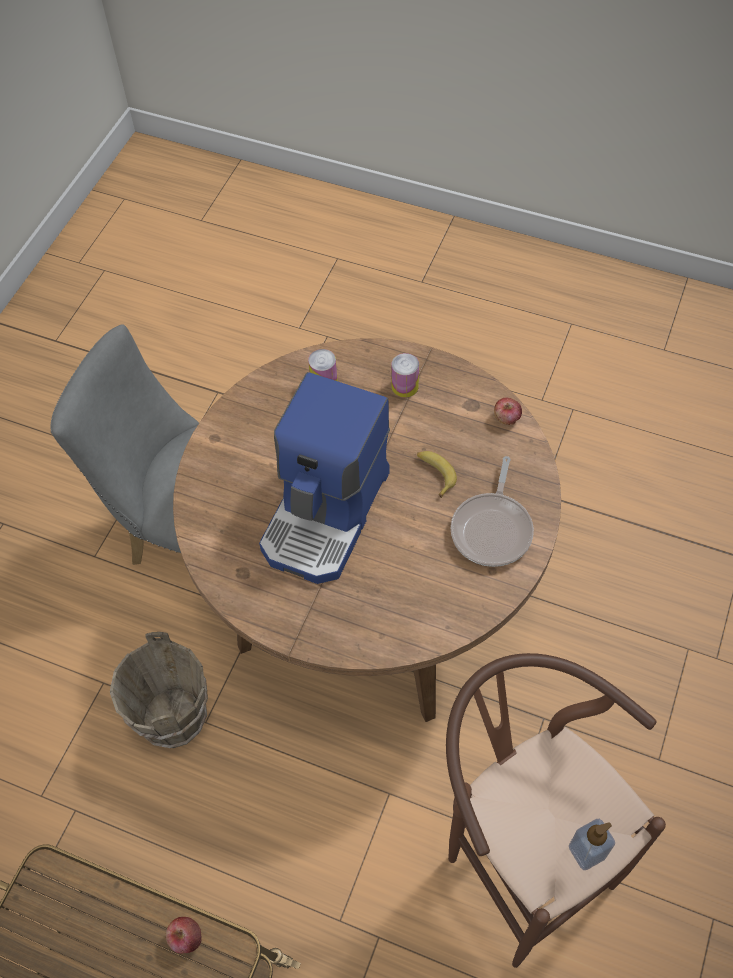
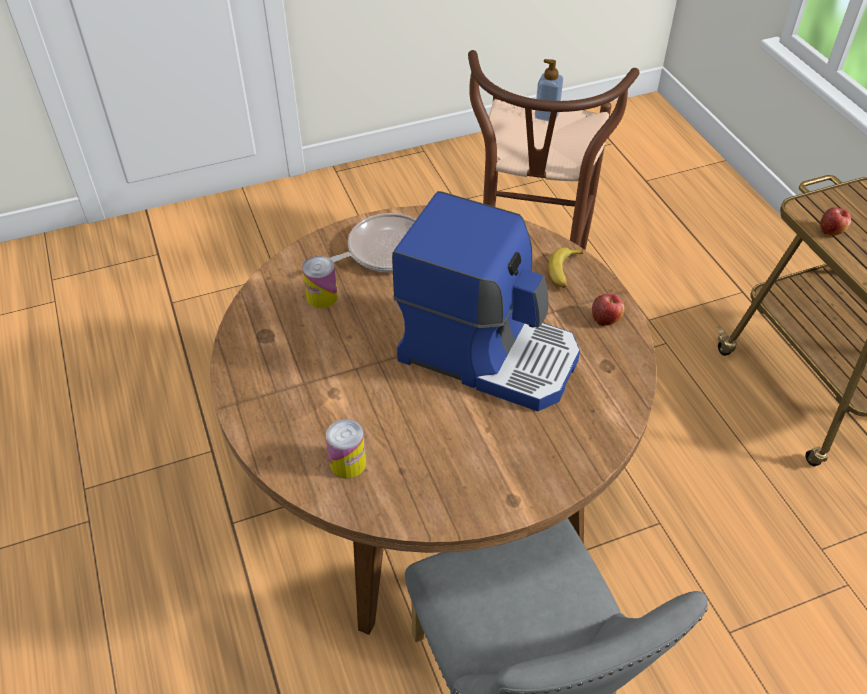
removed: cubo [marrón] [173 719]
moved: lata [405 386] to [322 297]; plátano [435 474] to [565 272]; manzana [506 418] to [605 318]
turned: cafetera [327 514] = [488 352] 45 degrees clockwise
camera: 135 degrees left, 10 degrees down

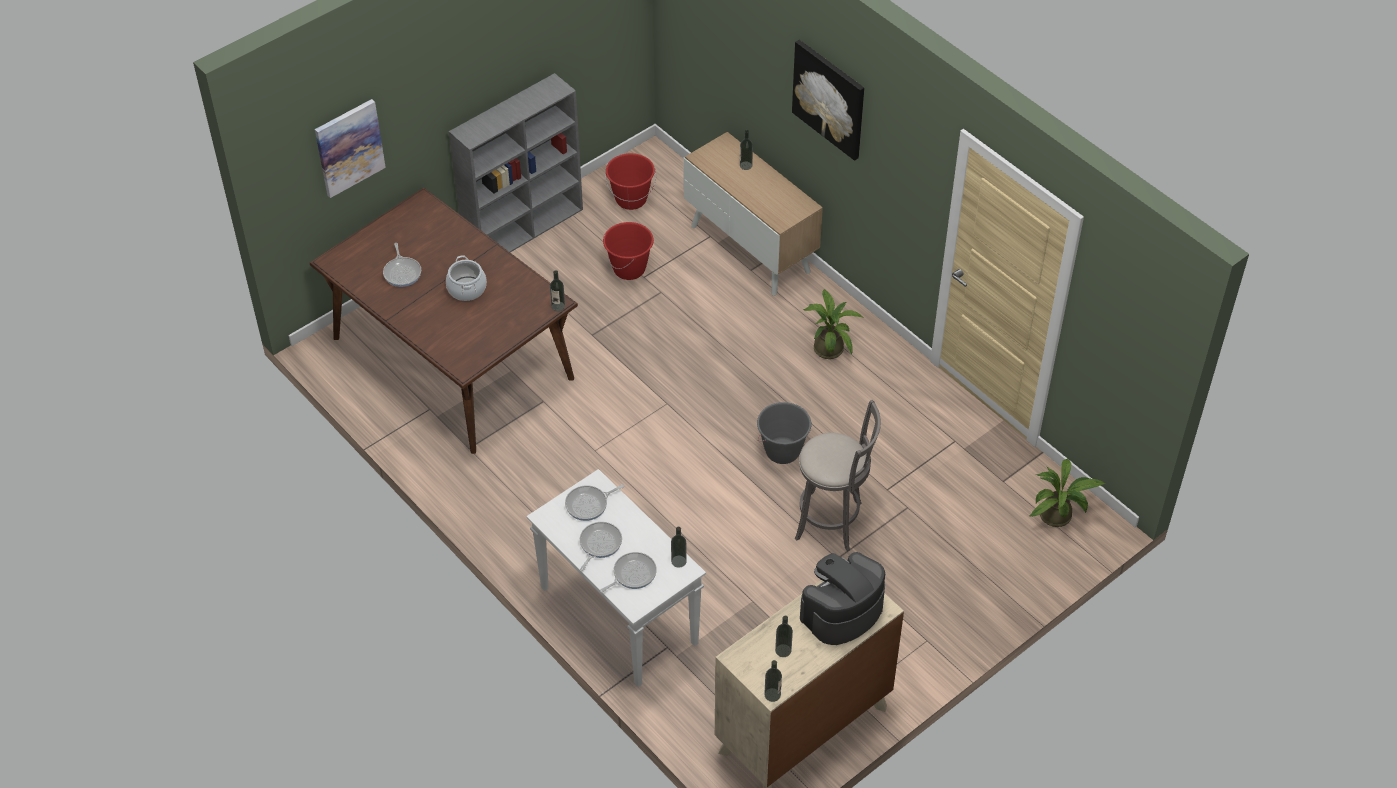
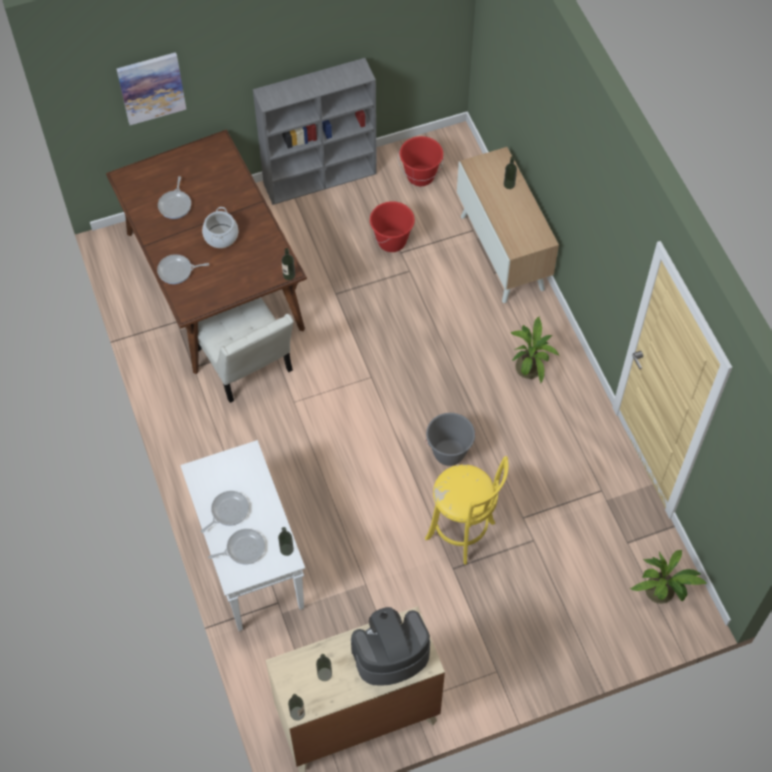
removed: cuadro [829 98]
added: silla [blanco] [246 364]
moved: sartén [589 504] to [177 271]
recoloured: taburete [gris] [832 522] to taburete [amarillo] [463 533]
camera: 20 degrees right, 10 degrees up

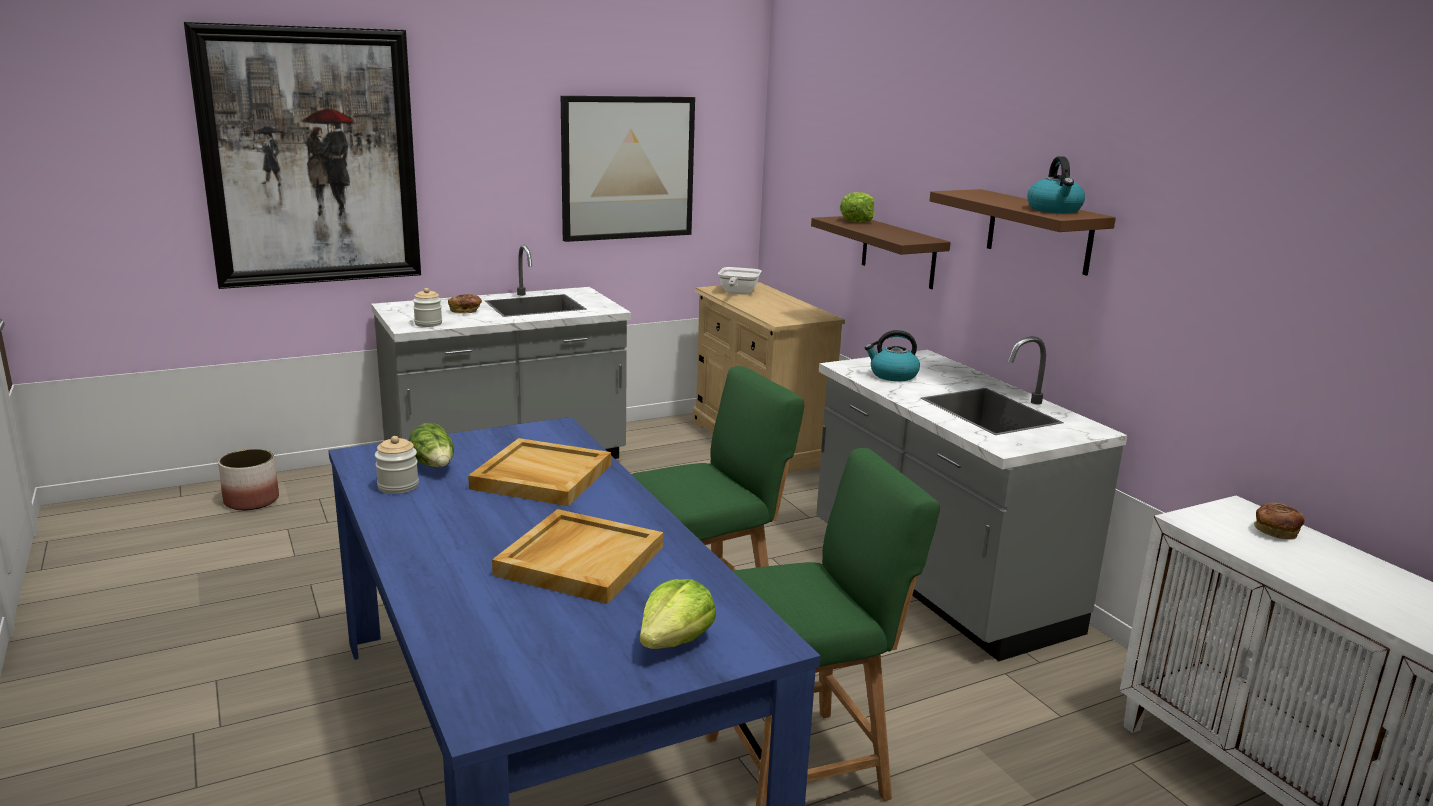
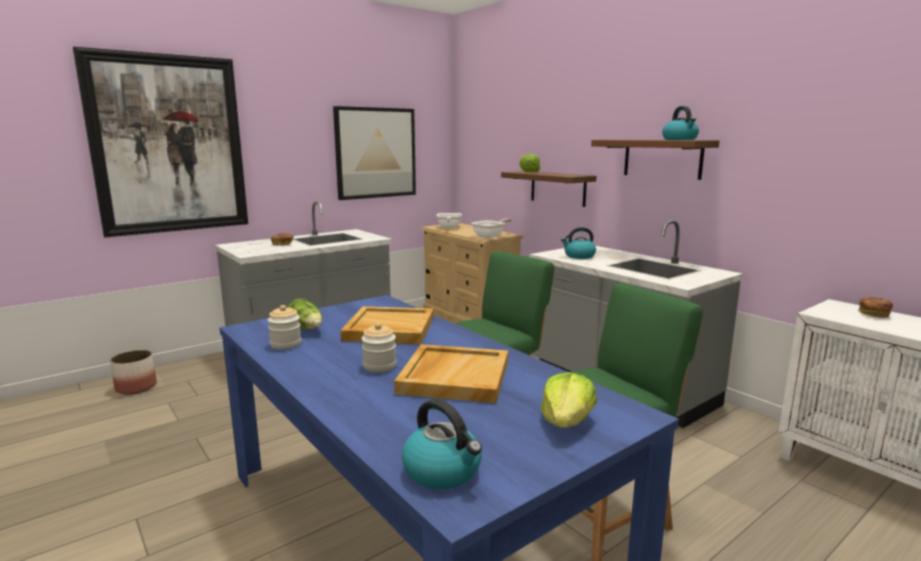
added: hervidor [443 471]; sartén [490 236]
moved: tarro [428 323] to [379 366]
camera: 10 degrees left, 5 degrees down

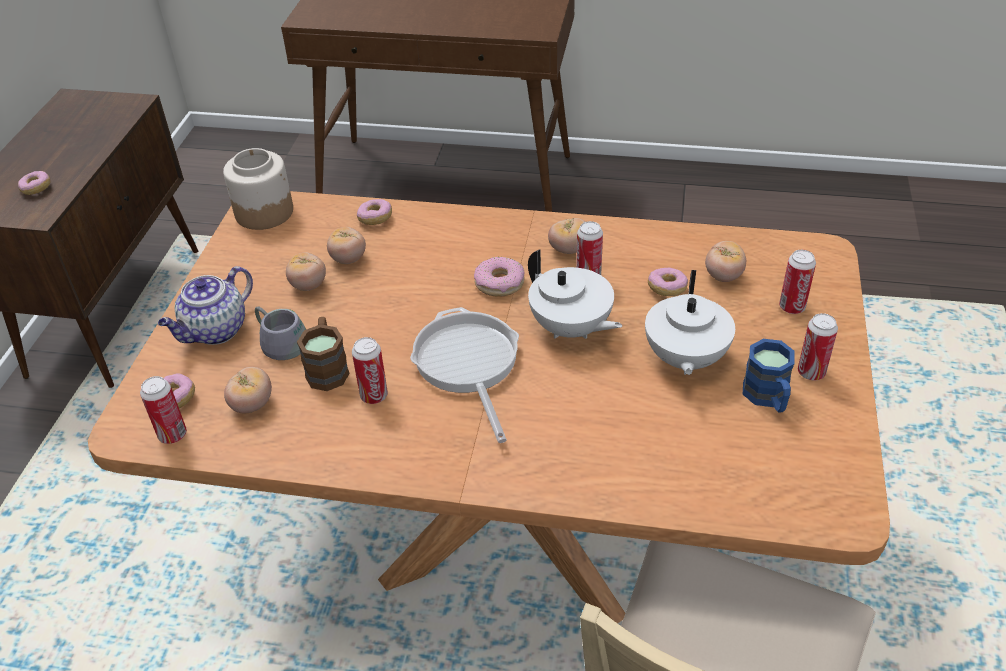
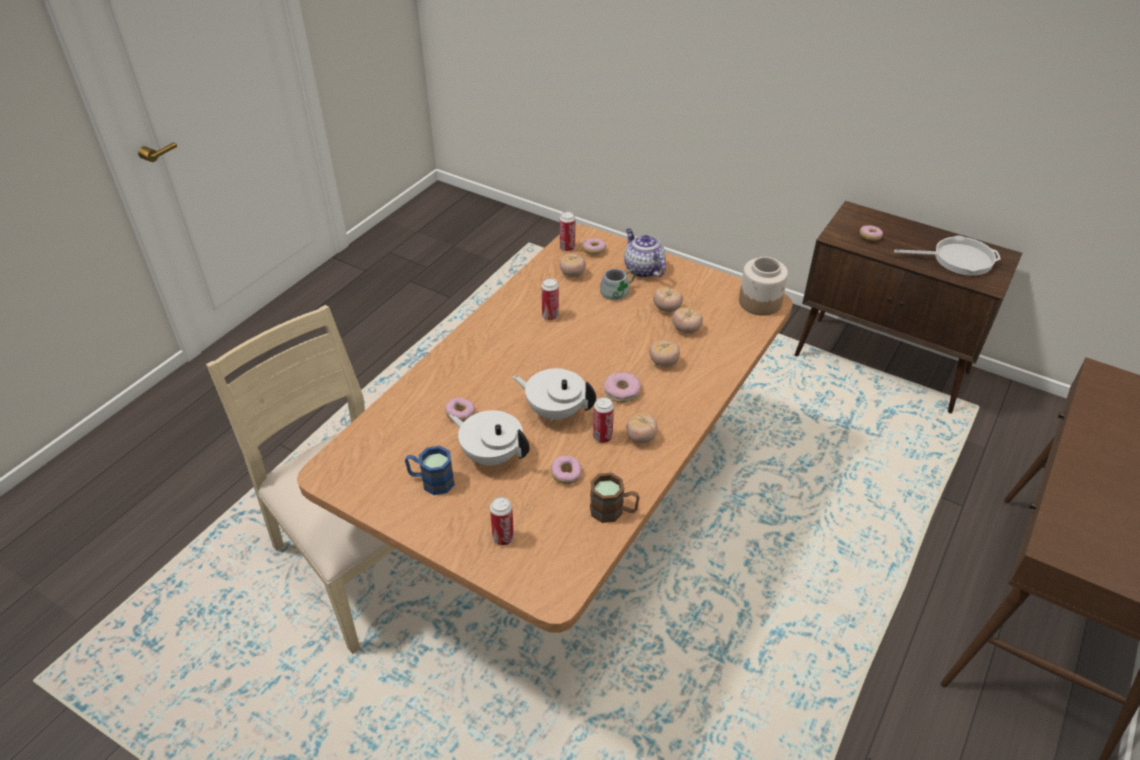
removed: lata [811 372]
moved: rosquilla [375 218] to [460 414]; taza grande [marrón] [327 368] to [613 511]; tomate [723 276] to [663 362]; sartén [468 364] to [957 259]
turned: tetera [blanco] [571 329] = [555 411] 45 degrees clockwise
camera: 110 degrees right, 0 degrees up

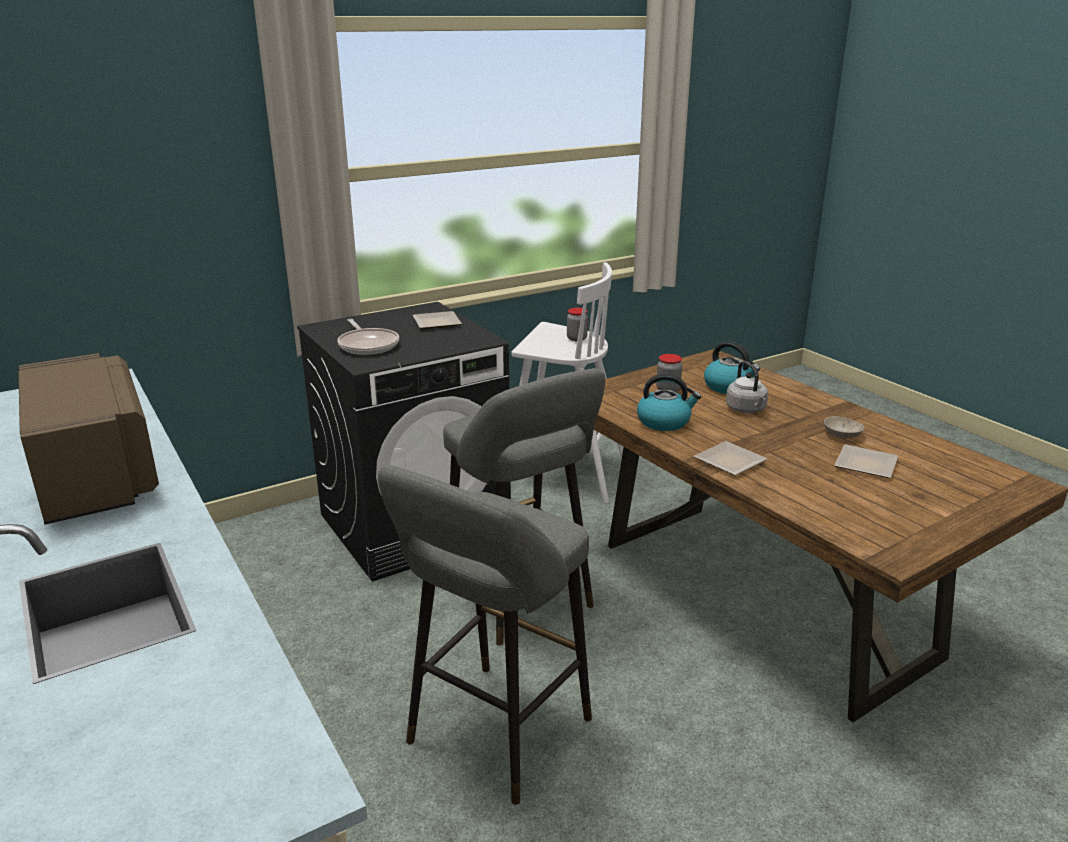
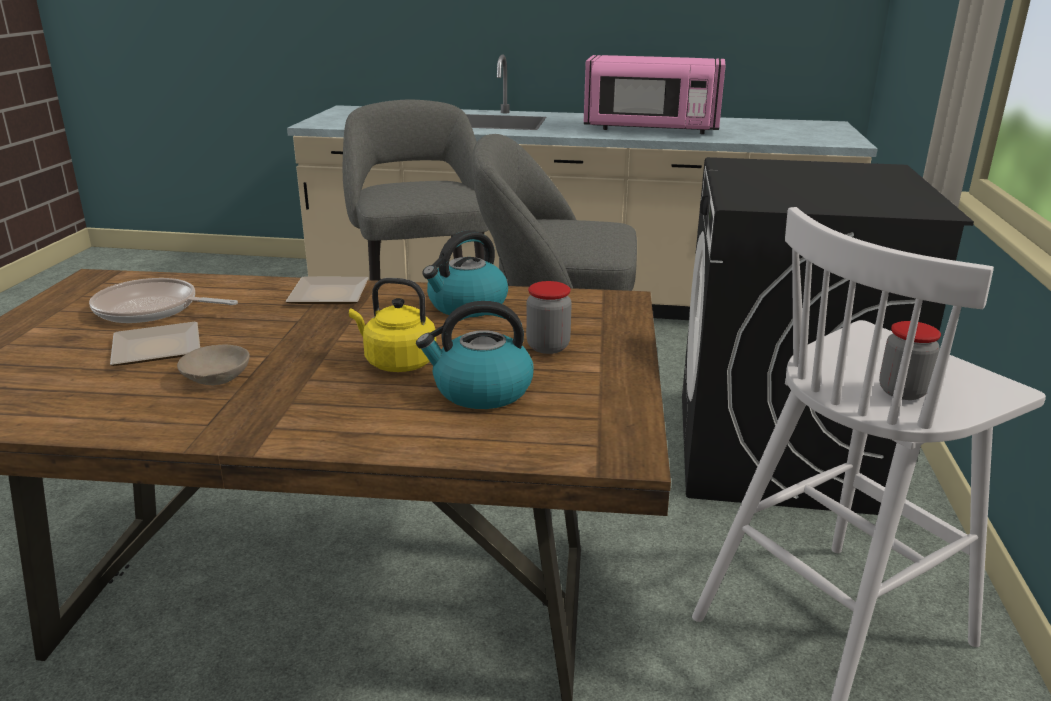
removed: plato [435 323]
moved: sartén [368 345] to [152 309]
recoloured: hervidor [gris] [747 410] to hervidor [amarillo] [397 362]; microondas [marrón] [96 475] to microondas [rosa] [650 129]
camera: 130 degrees right, 0 degrees up

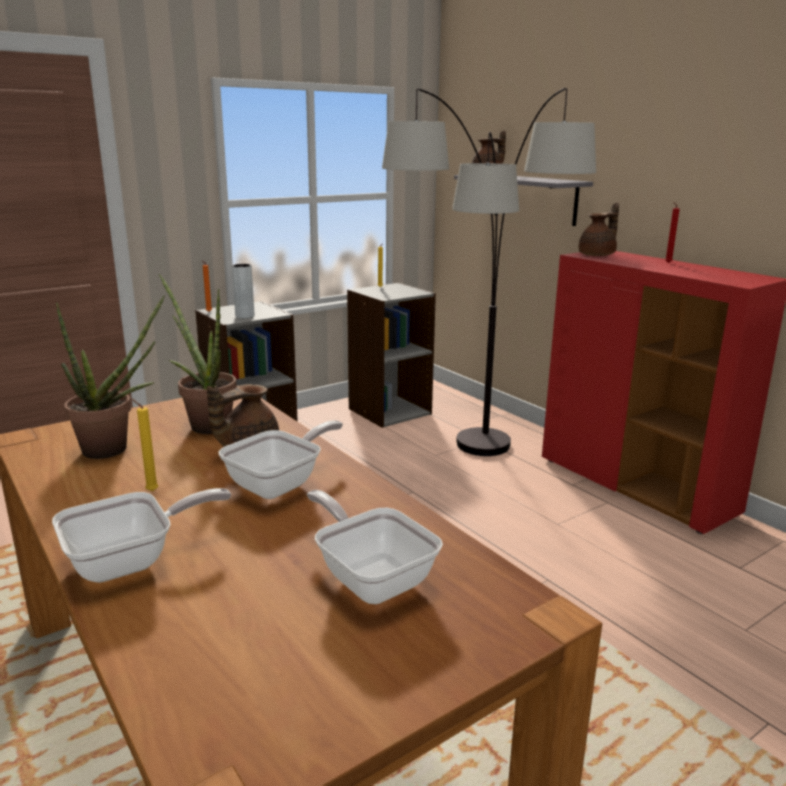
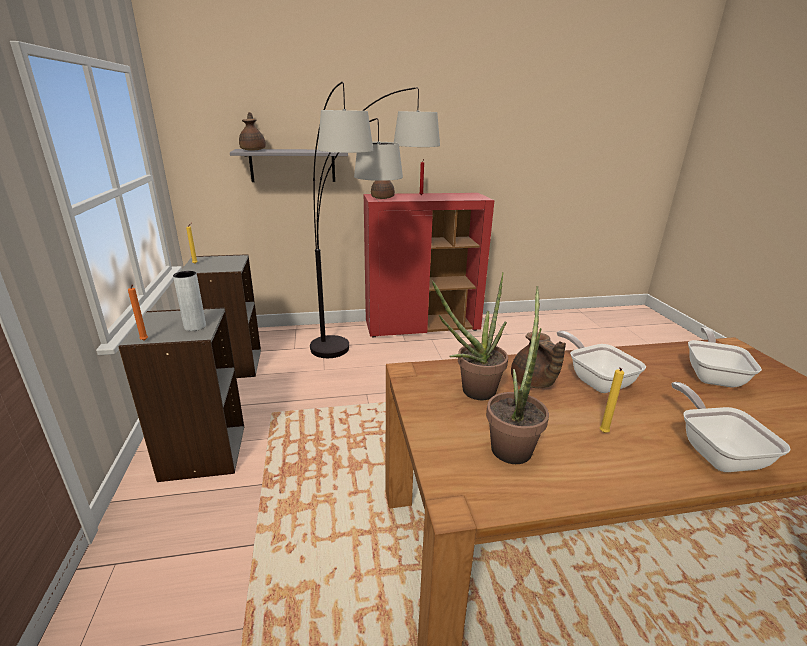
turned: sartén [370 577] = [712 375] 120 degrees clockwise
camera: 65 degrees left, 5 degrees up

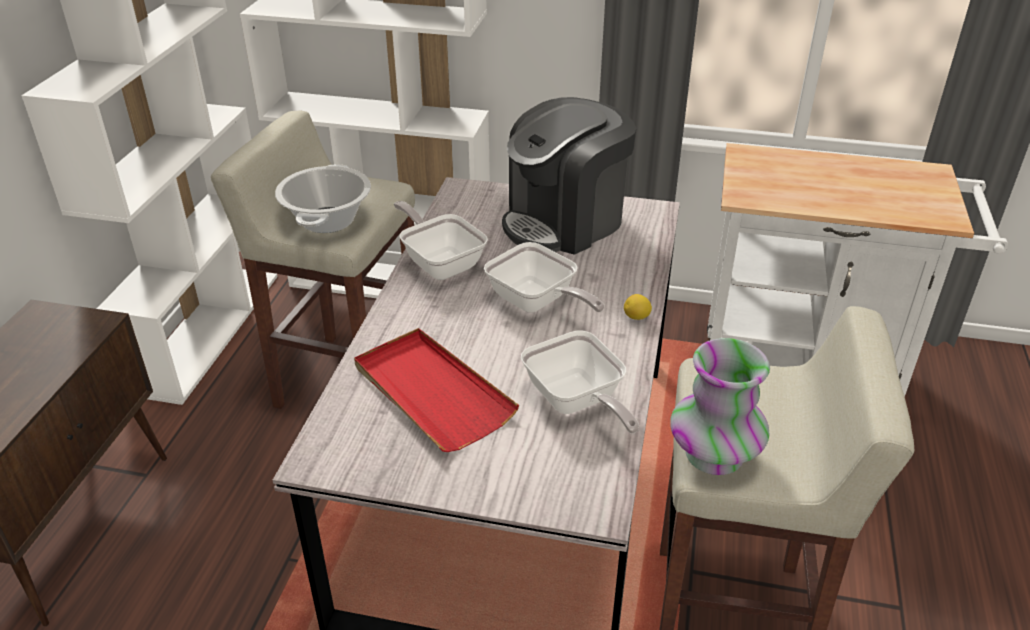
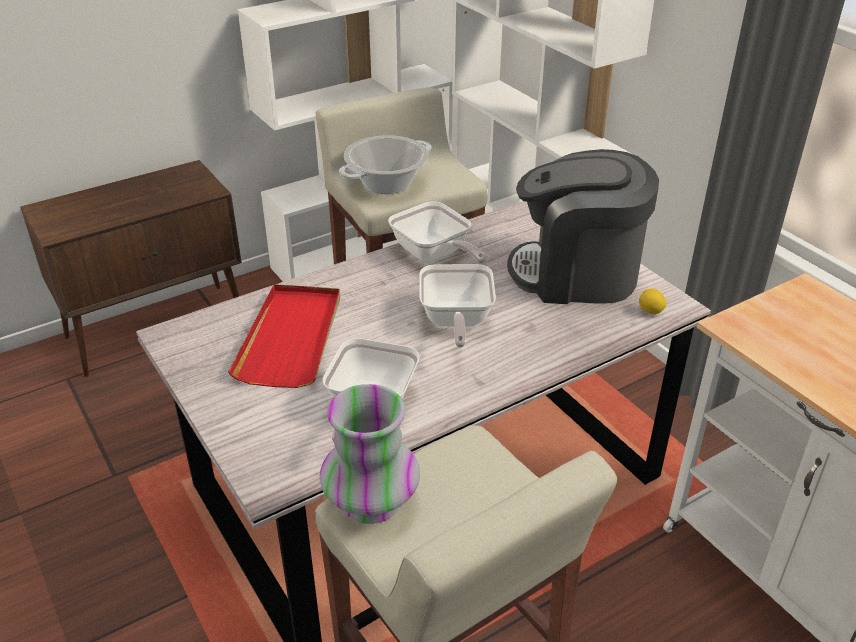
moved: limón [636 317] to [650 311]
turned: sartén [440 263] = [434 255] 135 degrees clockwise
camera: 45 degrees right, 0 degrees up

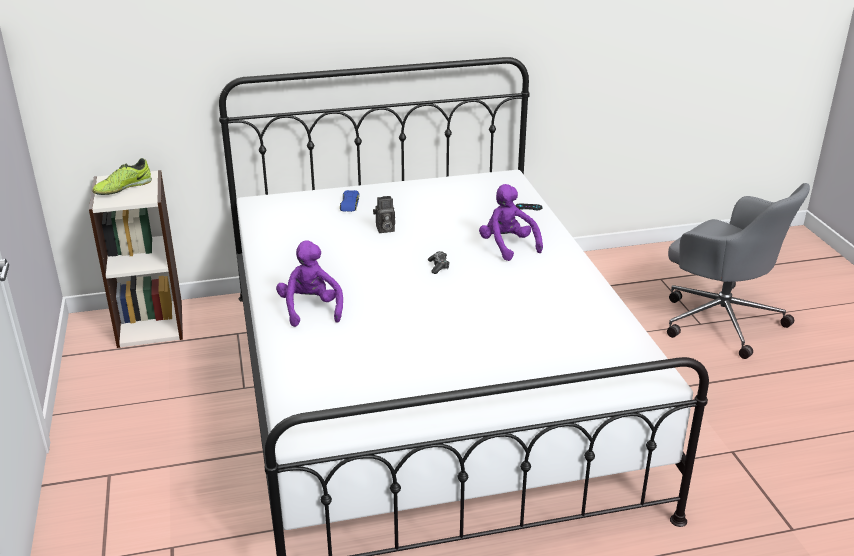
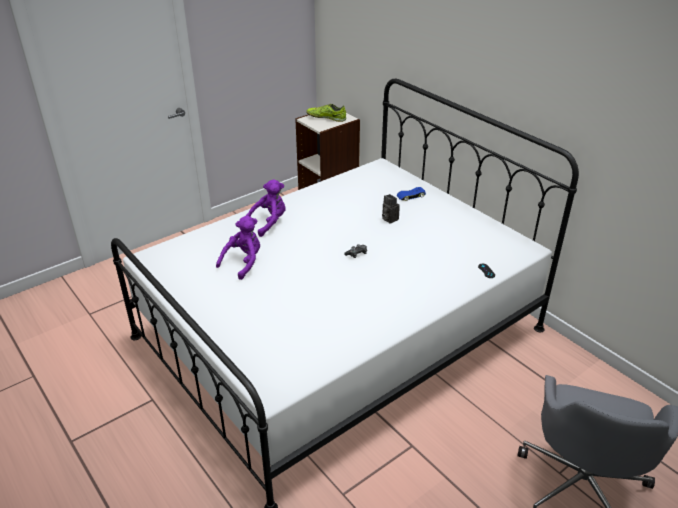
moved: peluche [morado] [507 246] to [243 263]
camera: 65 degrees right, 5 degrees up

